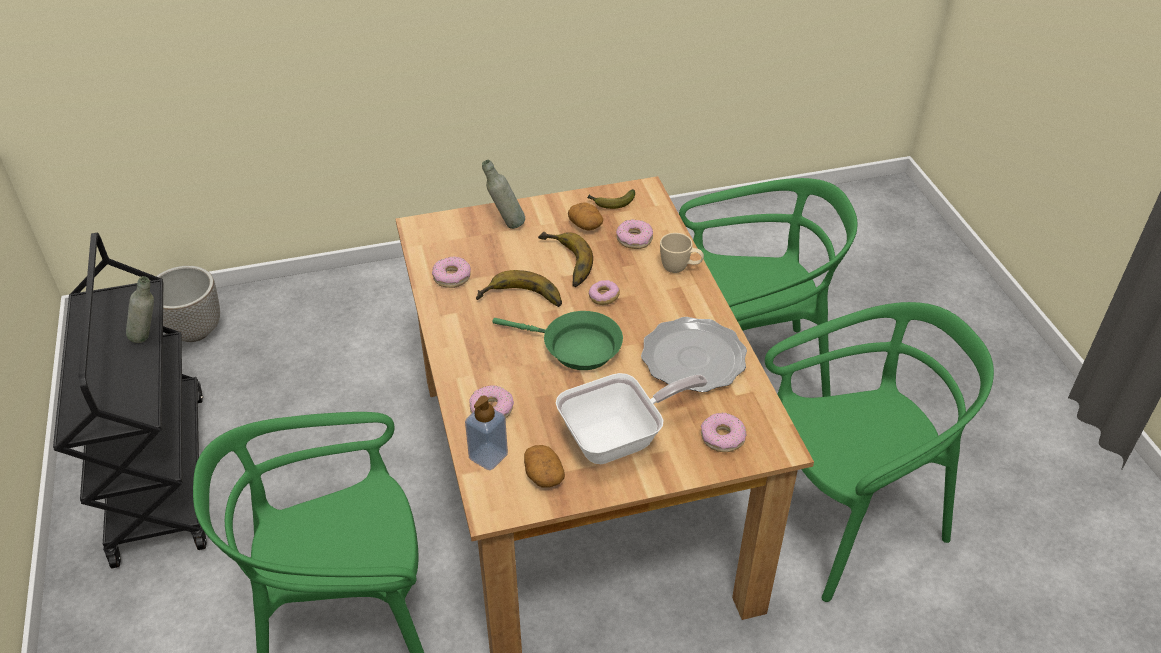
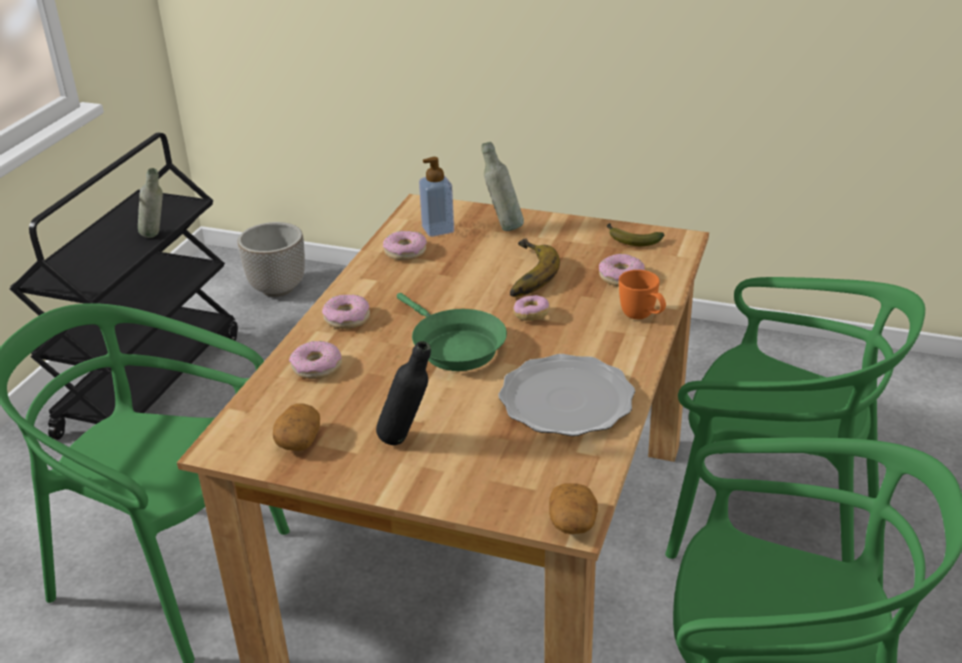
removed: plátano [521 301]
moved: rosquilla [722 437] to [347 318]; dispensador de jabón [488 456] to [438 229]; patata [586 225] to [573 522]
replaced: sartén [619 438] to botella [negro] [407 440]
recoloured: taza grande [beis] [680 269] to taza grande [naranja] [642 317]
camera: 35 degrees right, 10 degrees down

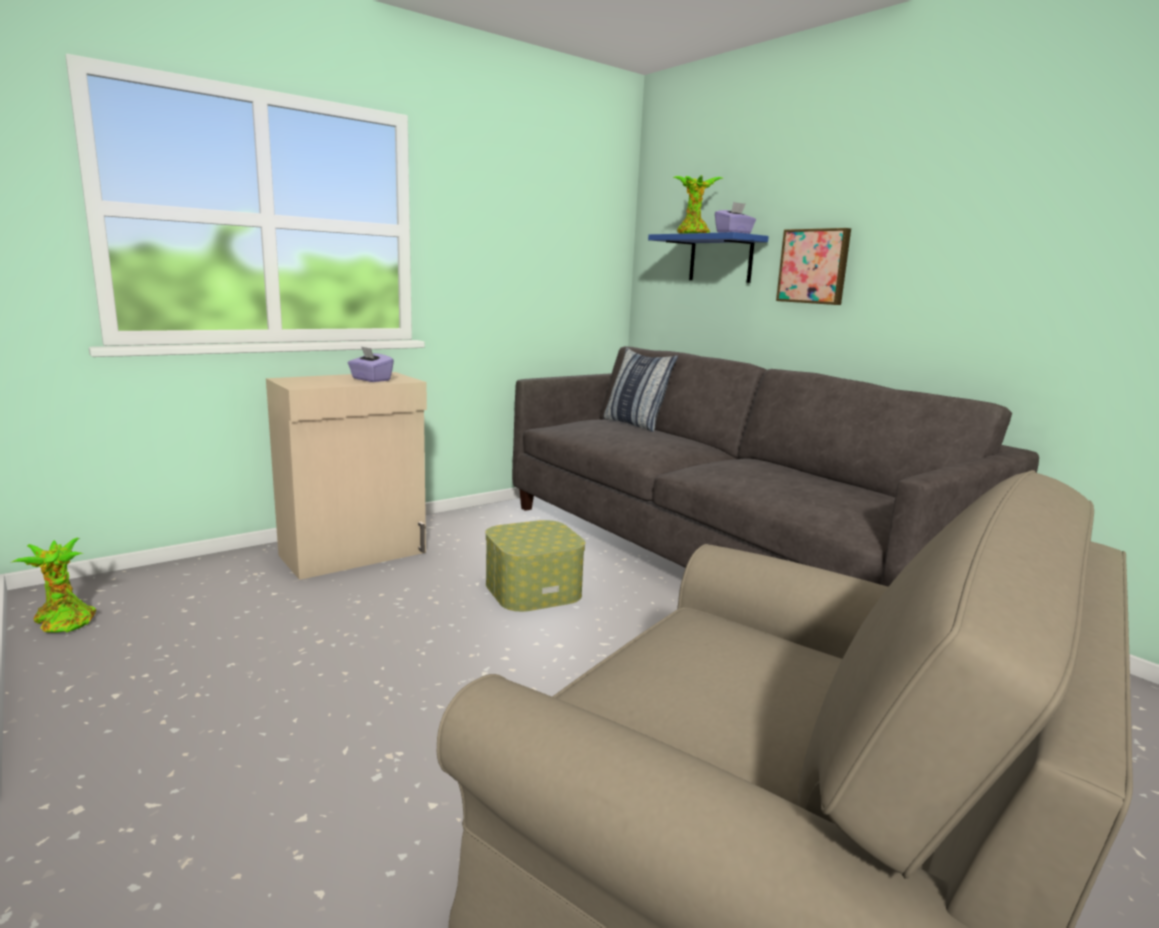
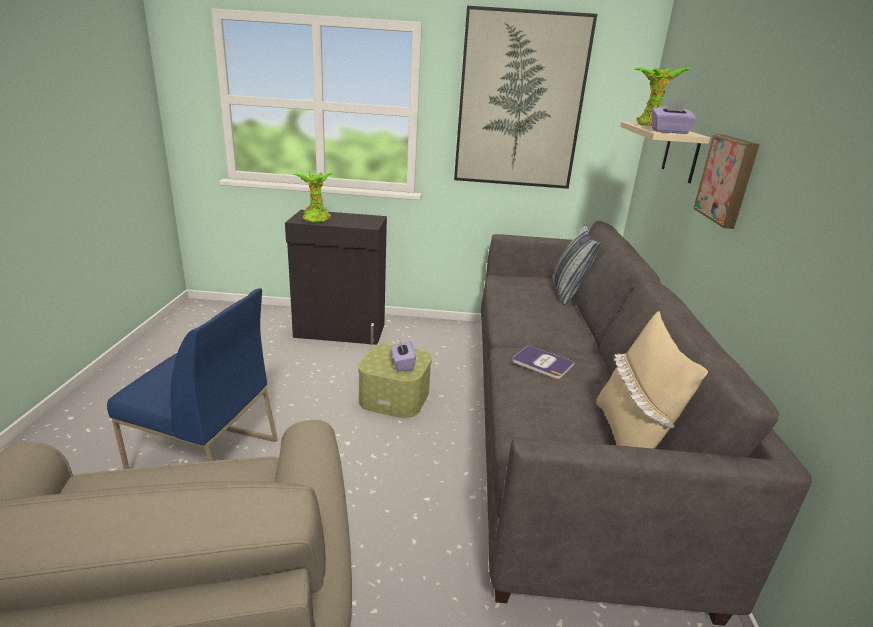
added: silla [azul] [204 458]; cuadro [520 102]; libro [542 363]; cojín [beis] [629 438]
moved: planta en maceta [63 621] to [316 218]; caja de pañuelos [morado] [370 379] to [402 364]
recoloured: armario [beis] [355 554] to armario [negro] [340 331]; estante [azul] [720 259] to estante [beis] [681 153]
camera: 40 degrees right, 10 degrees up

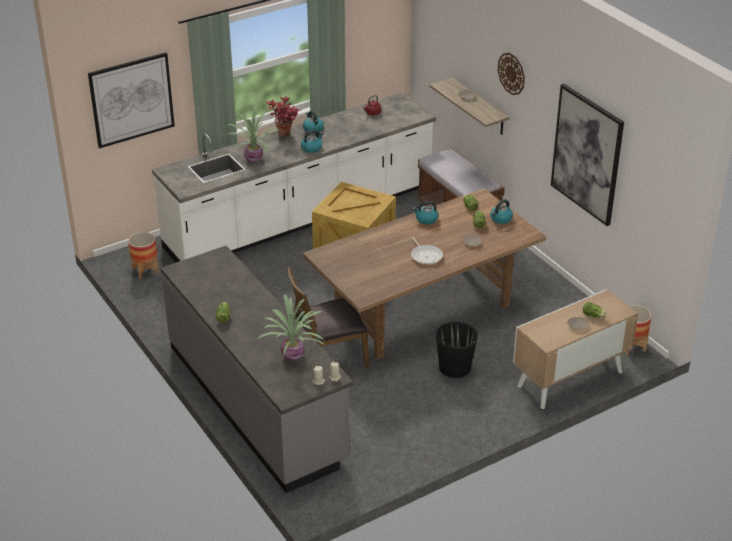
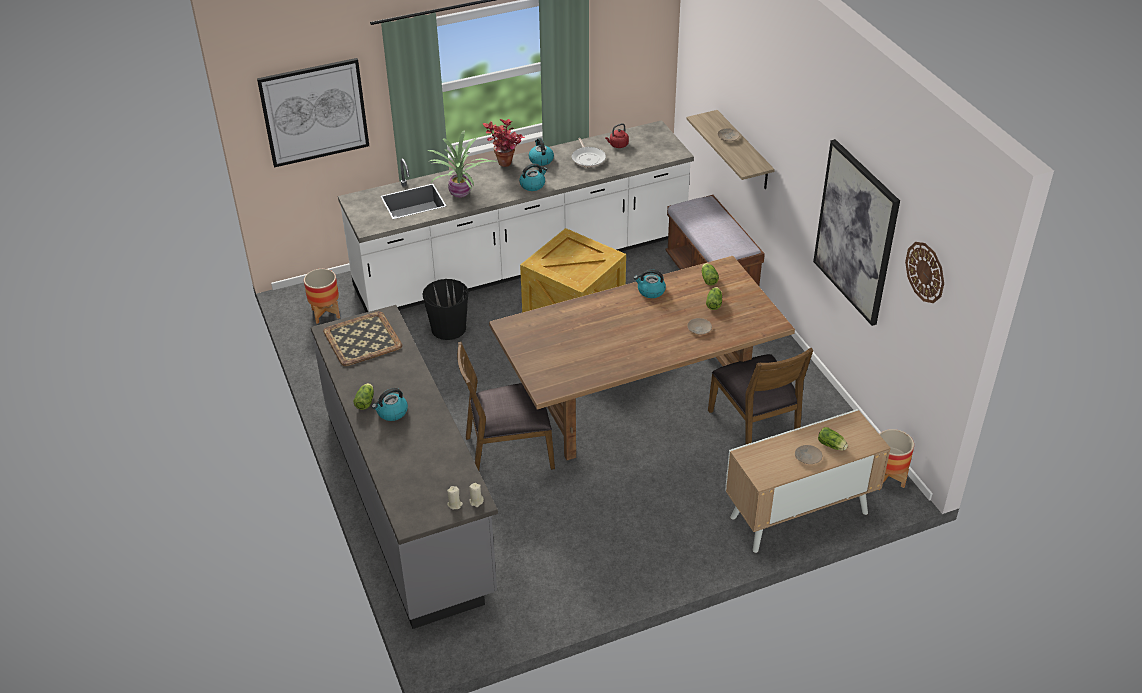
removed: planta en maceta [294 355]
added: bandeja [361 339]; silla [marrón] [755 427]
moved: hervidor [501 219] to [391 412]; cubo [negro] [455 367] to [448 328]; sartén [426 256] to [588 158]; reloj de pared [511 73] to [925 272]
camera: 10 degrees right, 5 degrees up

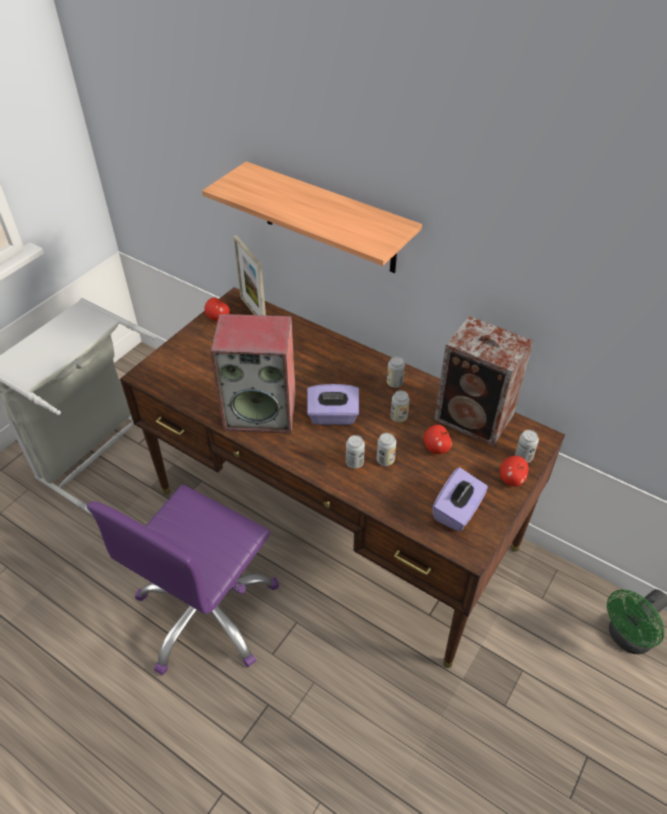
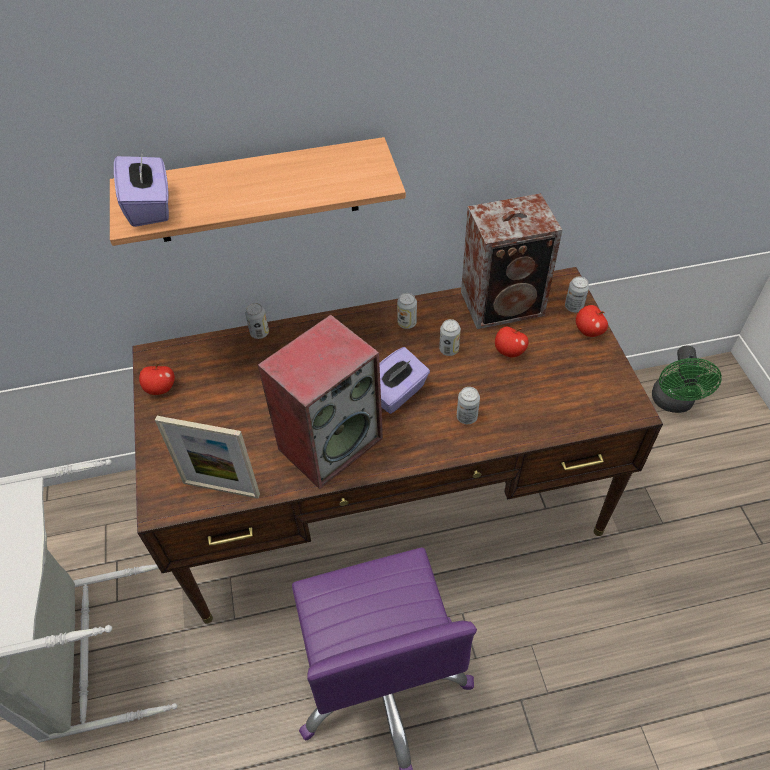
moved: caja de pañuelos [morado] [457 511] to [150 206]; portarretratos [253 311] to [221 488]; lata [385 460] to [259 333]
camera: 45 degrees left, 5 degrees up

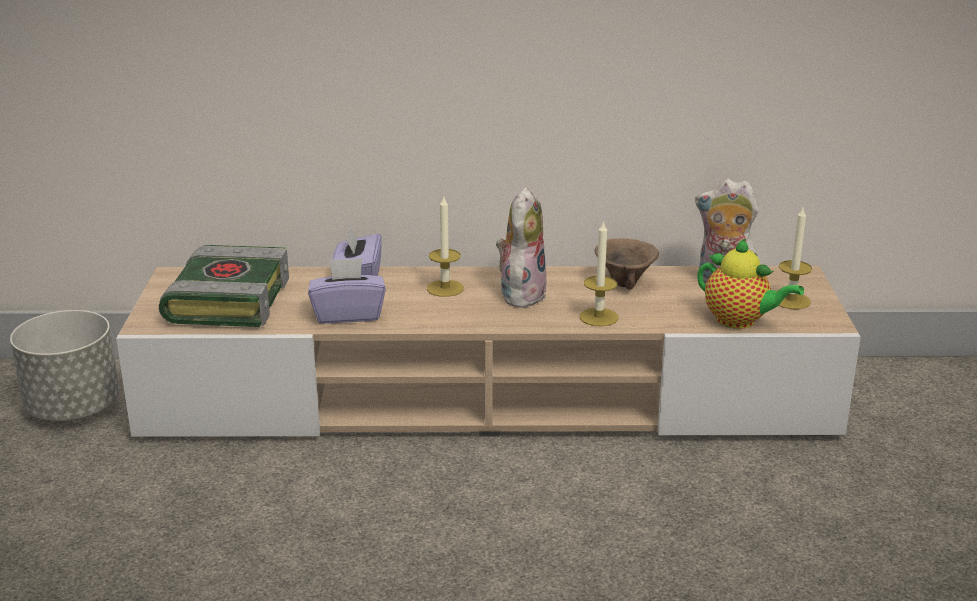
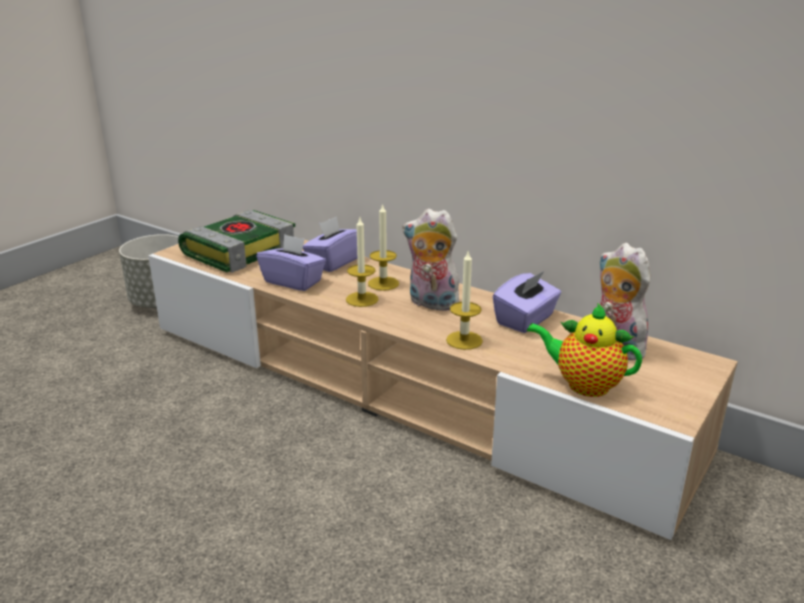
moved: vela [791 300] to [362 299]
replaced: cuenco [marrón] [624 283] to caja de pañuelos [morado] [525 320]
turned: peluche [521 294] = [431 304] 120 degrees counterclockwise; tetera [740 321] = [583 385] 135 degrees clockwise
camera: 35 degrees right, 0 degrees up

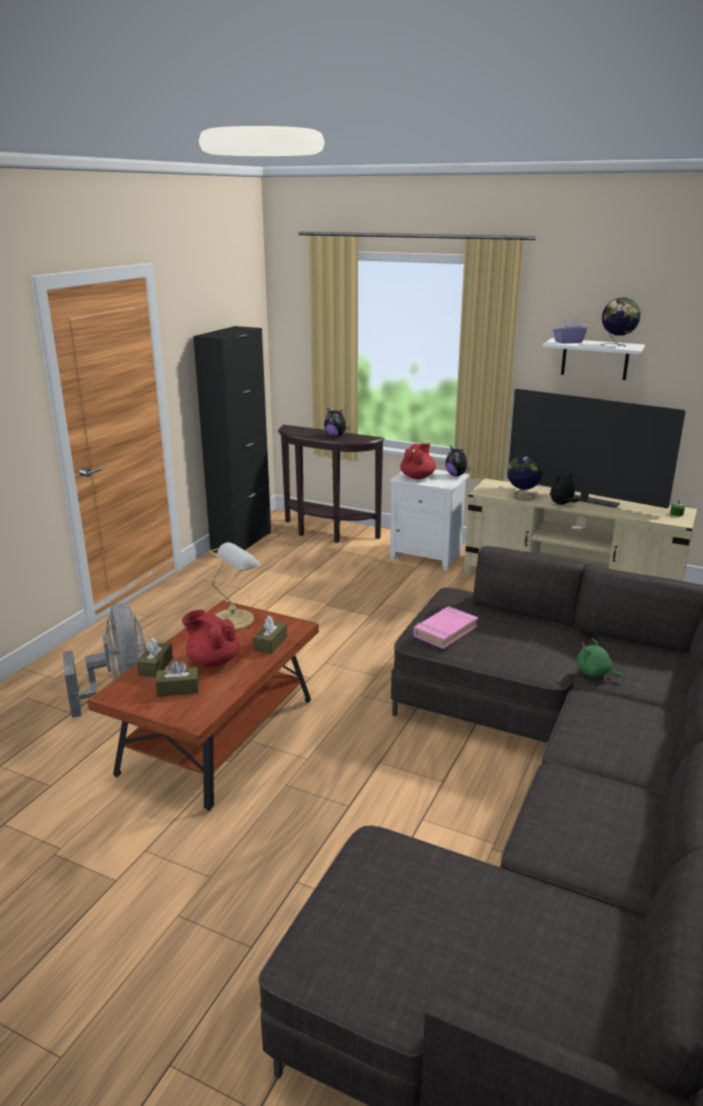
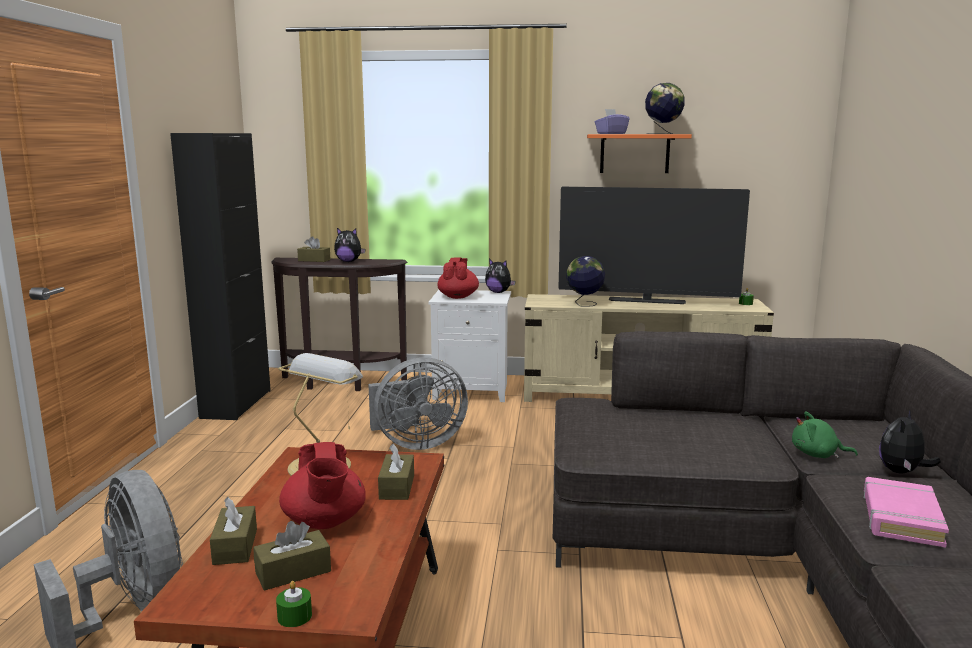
added: vela [verde] [294 616]; caja de pañuelos [marrón] [314 260]; ventilador [gris] [416 443]
moved: libro [rosa] [445 631] to [901 518]; peluche [562 504] to [902 472]
recoloured: estante [blanco] [595 359] to estante [naranja] [634 153]
turned: tetera [rojo] [213 660] = [324 522] 120 degrees counterclockwise
camera: 20 degrees left, 10 degrees down

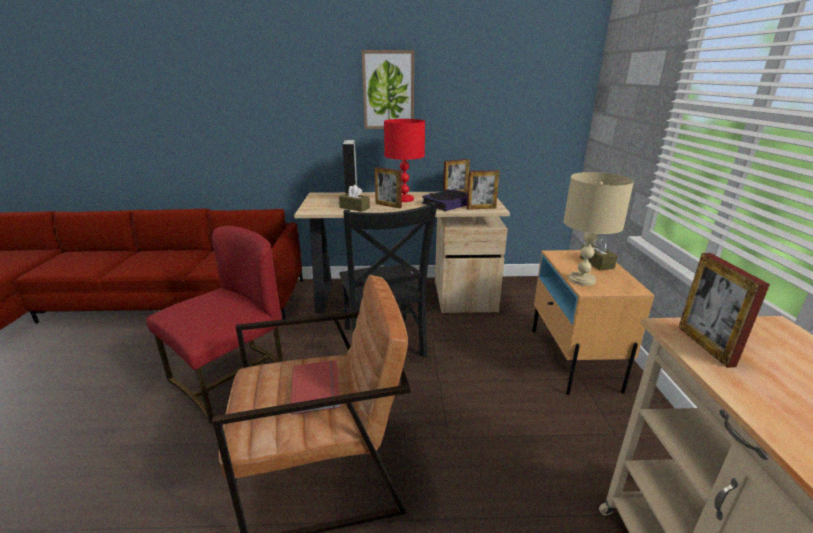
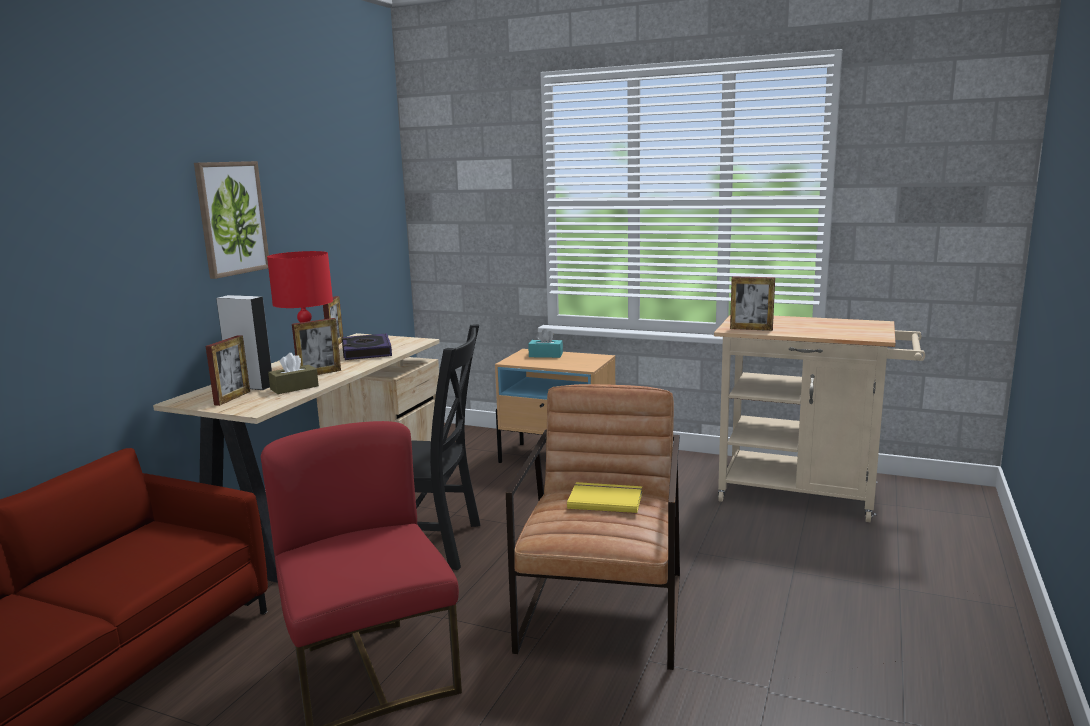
removed: lámpara de mesa [beis] [582 280]
moved: portarretratos [481 208] to [232 398]
recoloured: caja de pañuelos [marrón] [596 263] to caja de pañuelos [turquesa] [545 355]; libro [rojo] [318 387] to libro [amarillo] [605 500]
camera: 65 degrees left, 10 degrees down

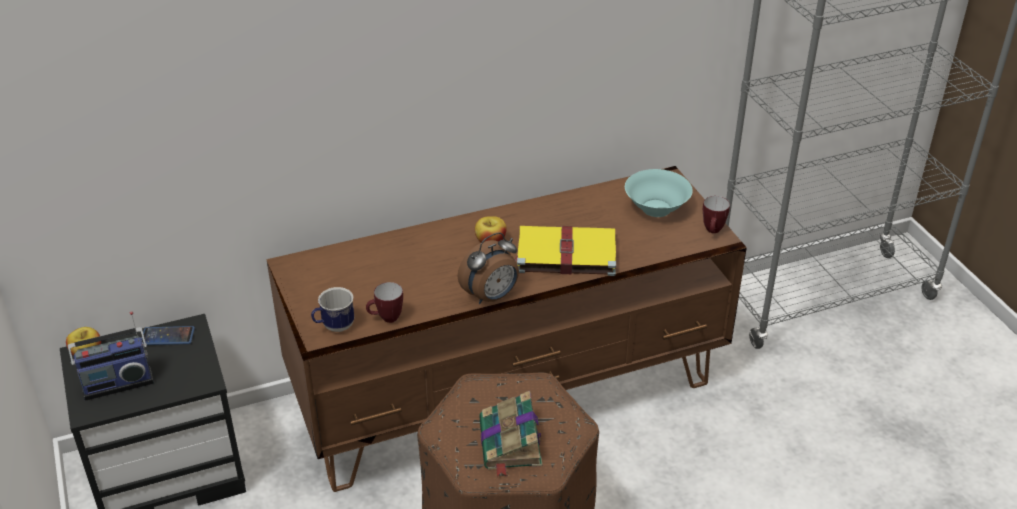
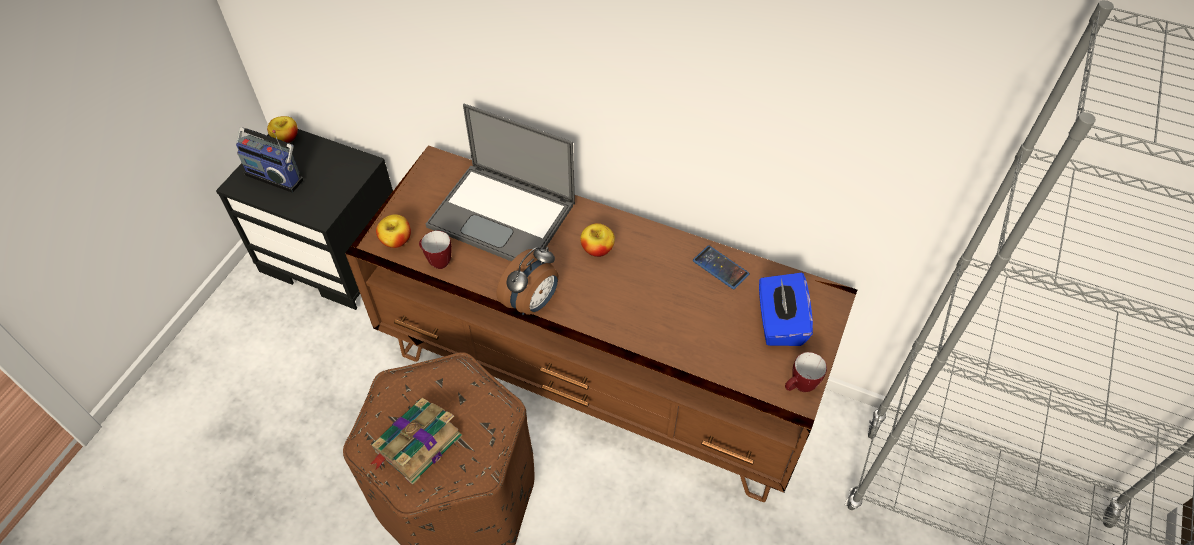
removed: libro [amarillo] [564 253]
added: portátil [503 215]
moved: móvil [167 336] to [720 267]
replaced: taza grande [334 327] to manzana [396 240]; cuenco [turquesa] [657 208] to caja de pañuelos [azul] [779 323]
turned: despertador [491 296] = [532 303] 60 degrees counterclockwise
camera: 45 degrees right, 15 degrees up

